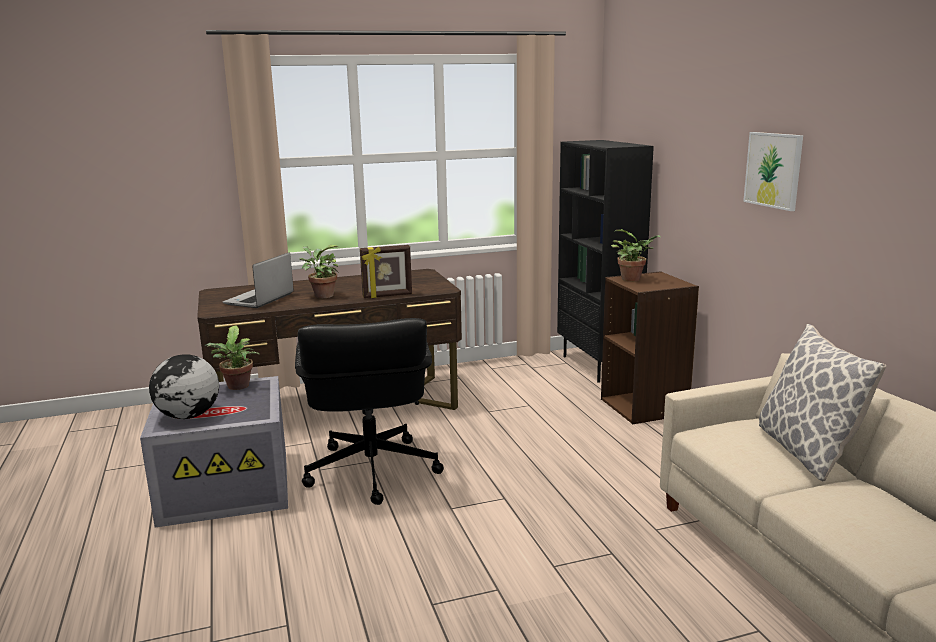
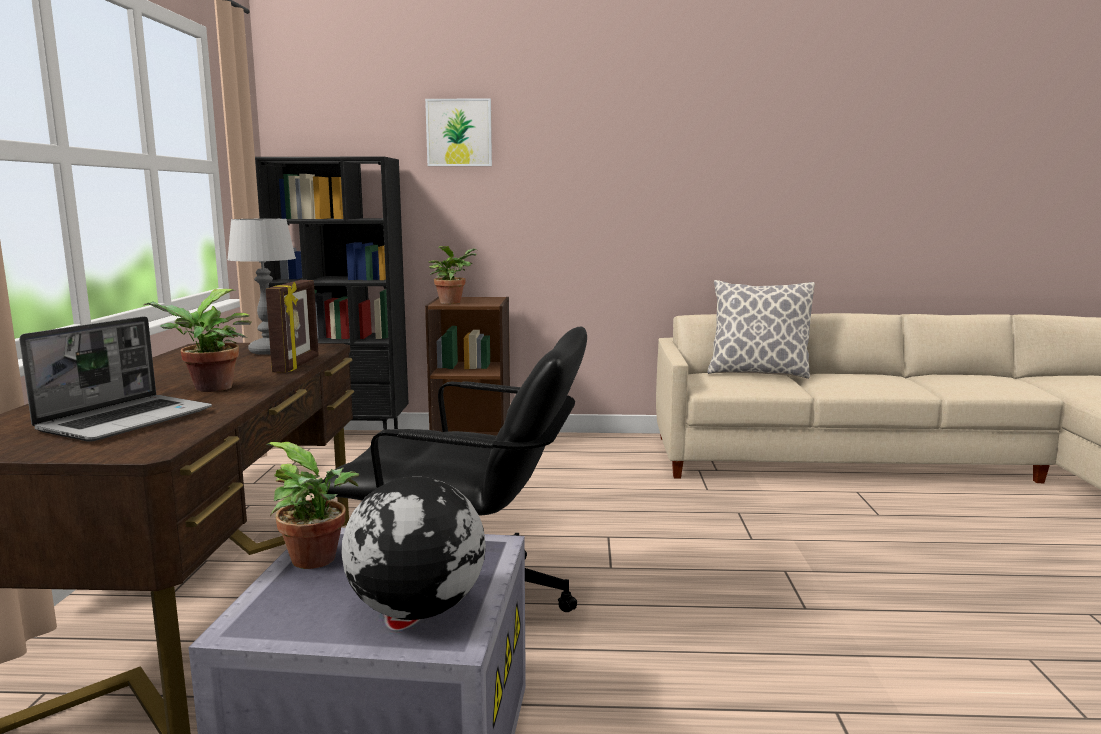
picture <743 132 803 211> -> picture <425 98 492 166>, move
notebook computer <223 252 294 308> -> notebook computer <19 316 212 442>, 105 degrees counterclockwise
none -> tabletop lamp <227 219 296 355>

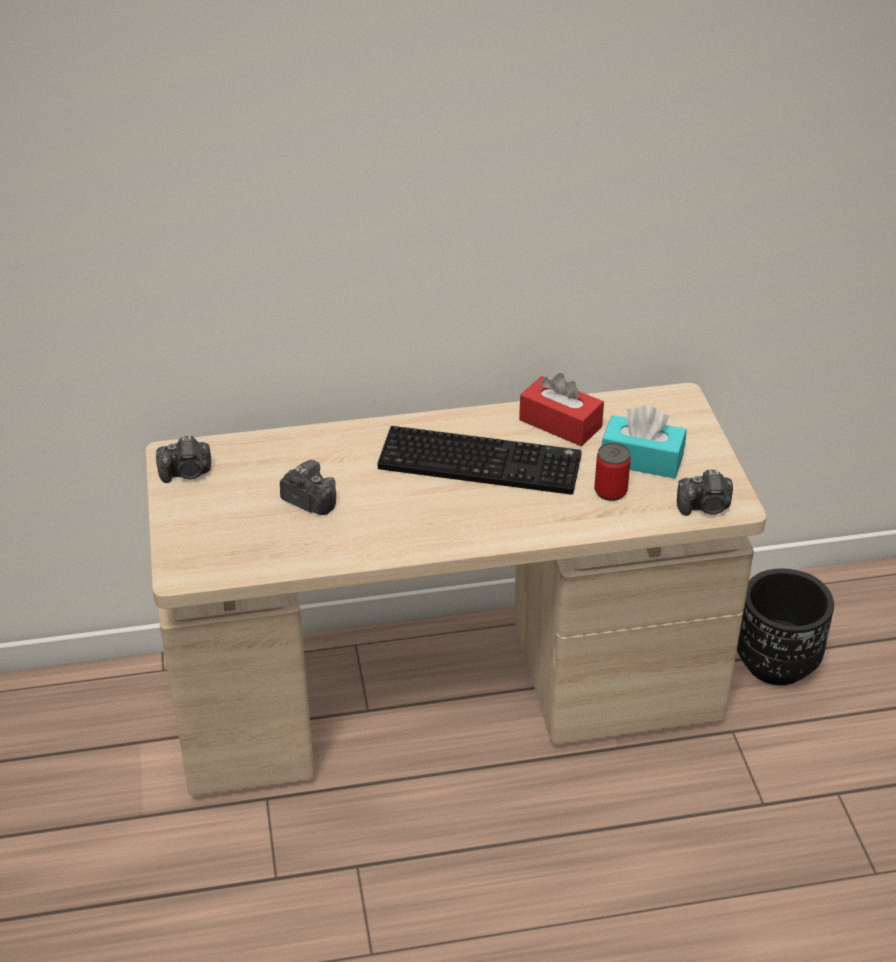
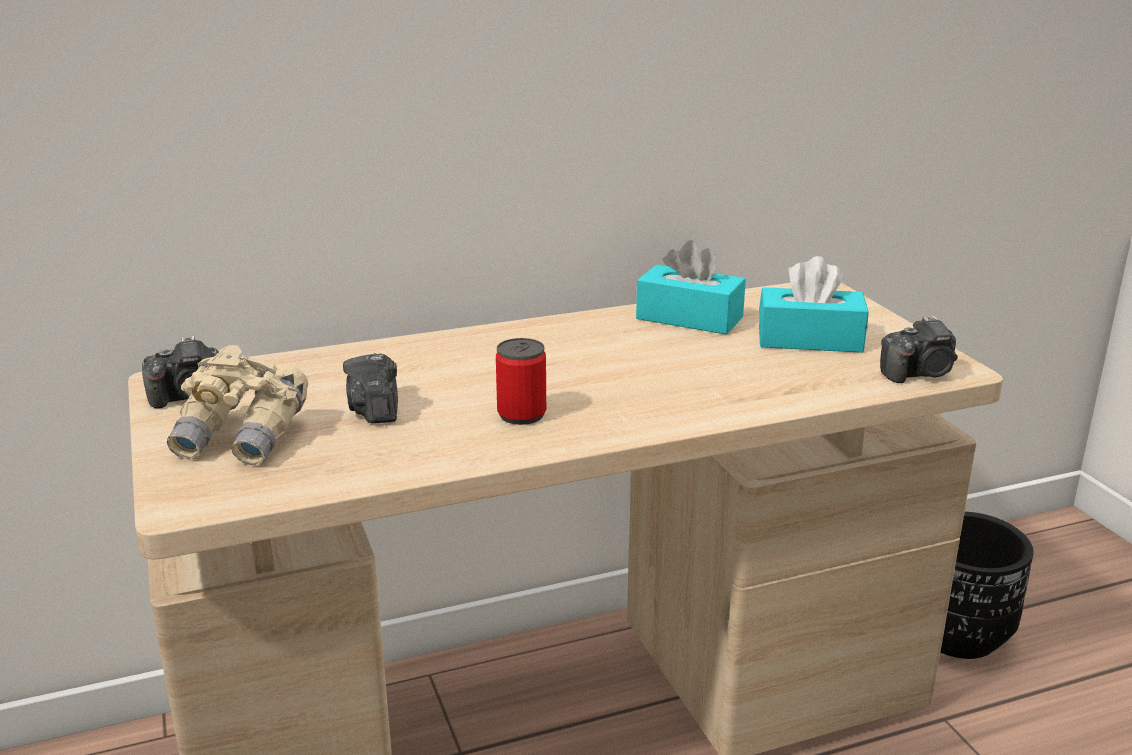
red-coloured tissue holder <519 373 604 446> -> blue-green tissue holder <636 240 746 335>
computer keyboard <377 426 582 495> -> none
sealed can <594 443 631 501> -> sealed can <496 338 546 425>, move
still camera <280 460 336 515> -> still camera <343 353 398 423>, 120 degrees counterclockwise
none -> sand-coloured pair of binoculars <167 345 308 465>

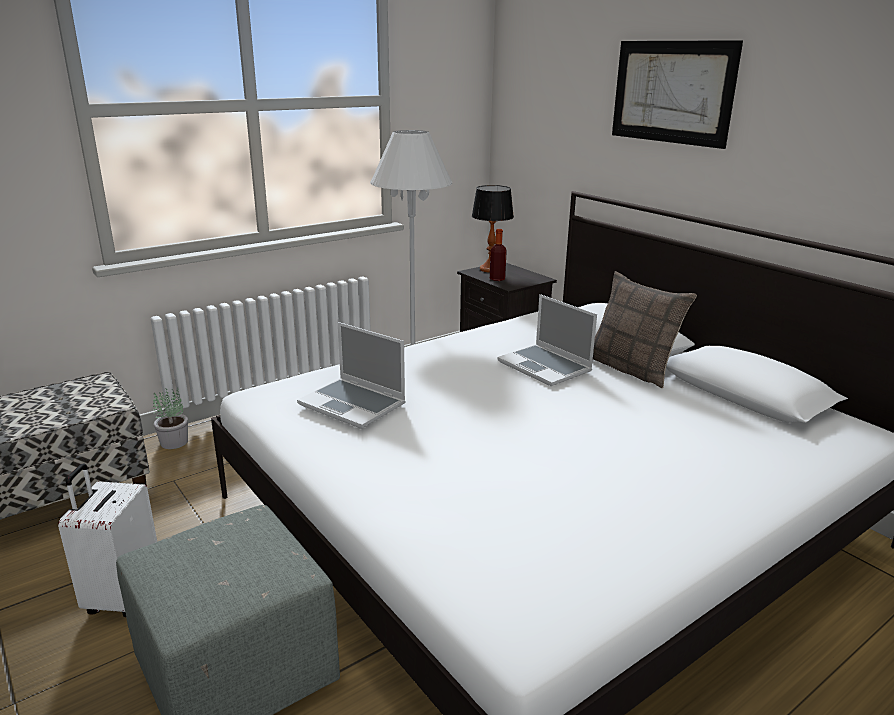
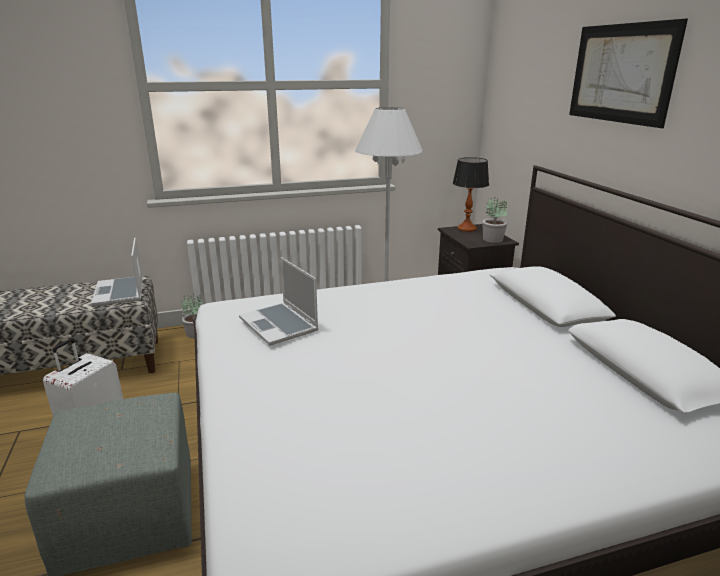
drink bottle <490 229 507 281> -> none
throw pillow <593 271 697 388> -> none
notebook computer <498 294 597 386> -> notebook computer <91 238 143 306>, move
none -> potted plant <482 198 507 243>

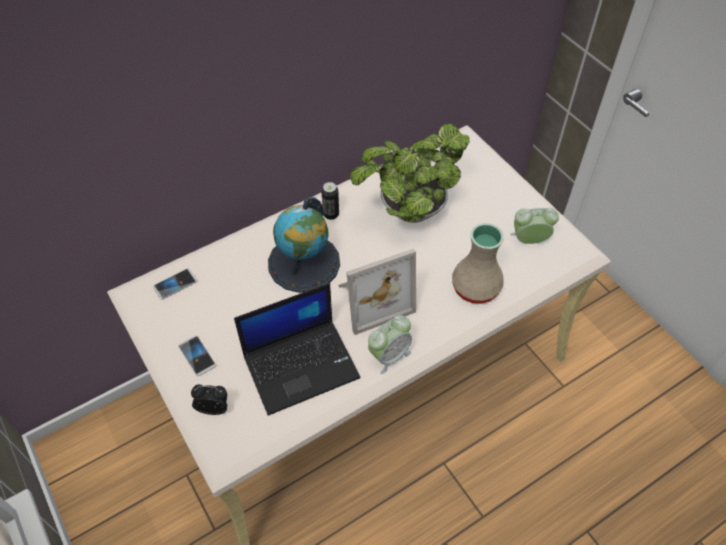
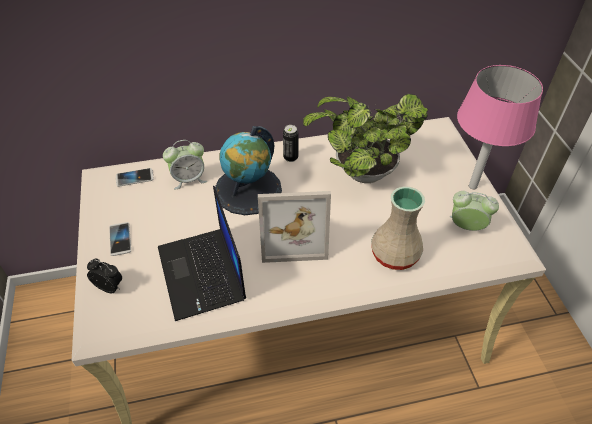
notebook computer <234 283 361 416> -> notebook computer <158 186 246 321>, 75 degrees clockwise
bedside clock <368 315 412 374> -> bedside clock <163 140 207 189>, move
none -> pink-coloured tabletop lamp <457 65 543 189>

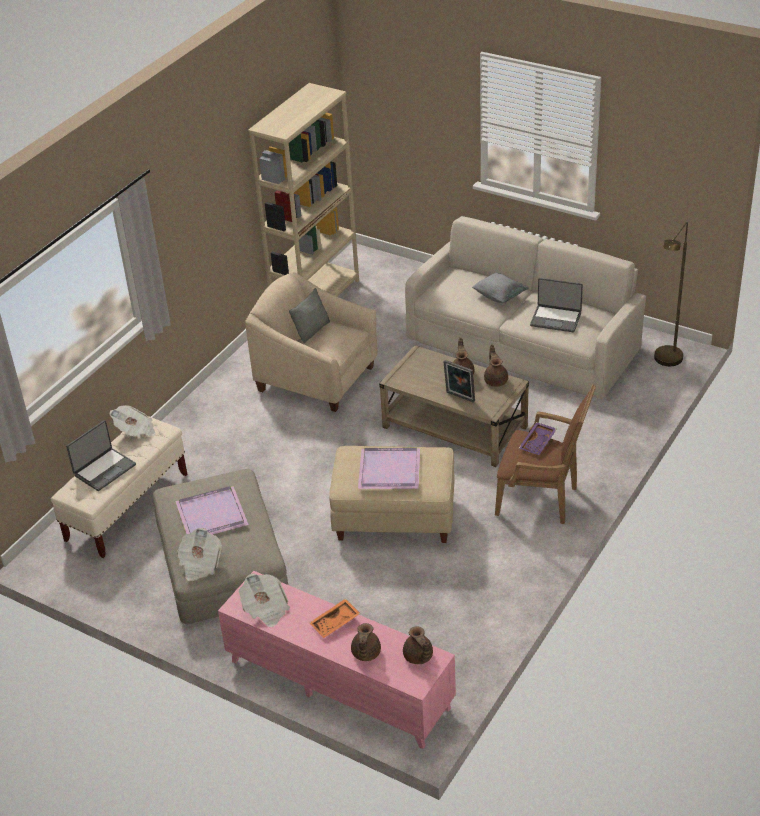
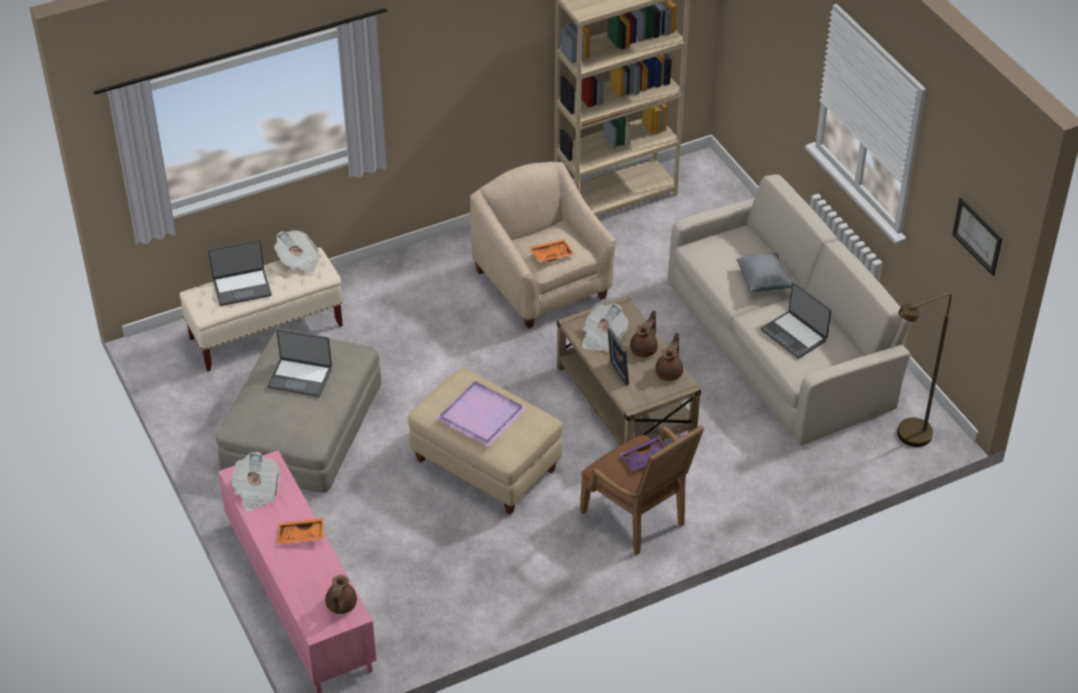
greyish throw pillow <289 288 330 343> -> none
purplish serving tray <175 486 249 535> -> notebook computer <267 329 332 397>
newspaper <177 528 222 581> -> newspaper <581 304 628 352>, move
brownish pot for tea <351 623 381 661> -> none
none -> picture <952 197 1003 276>
none -> orange serving tray <528 240 574 262>

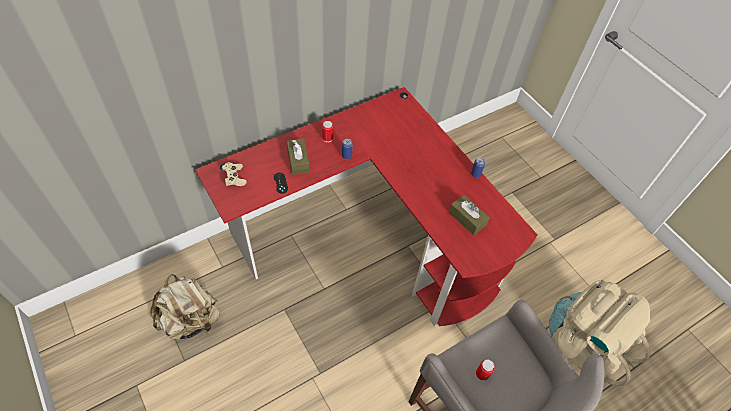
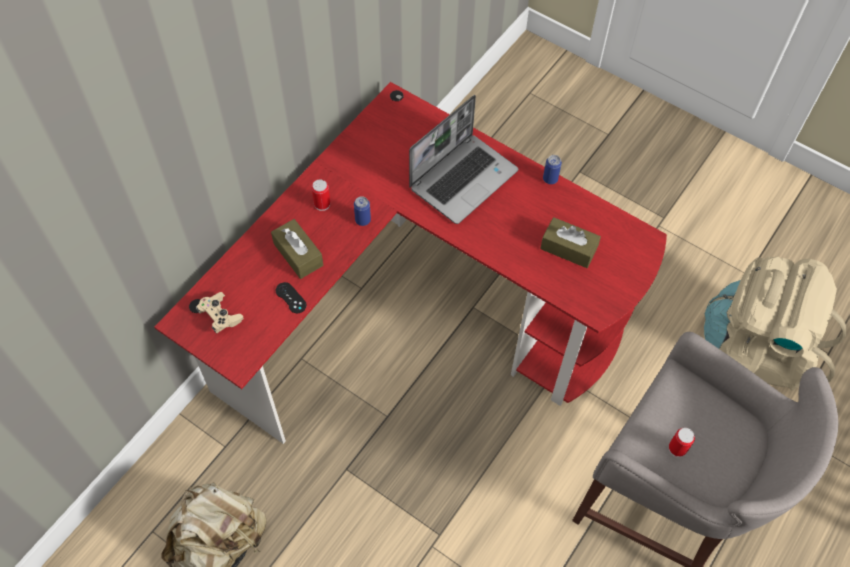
none -> notebook computer <409 95 518 224>

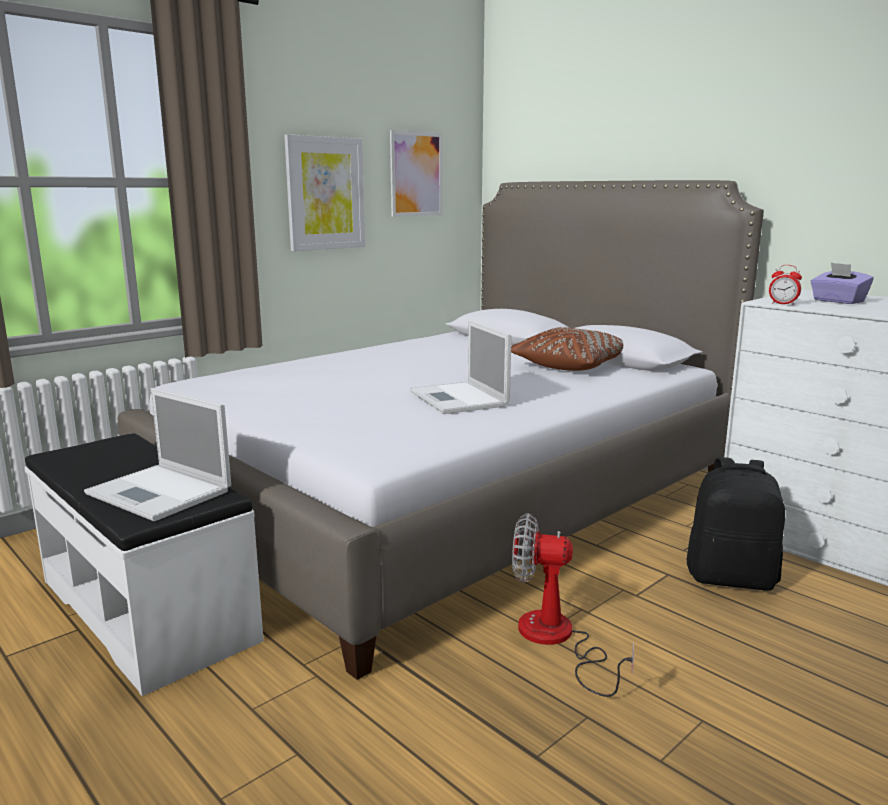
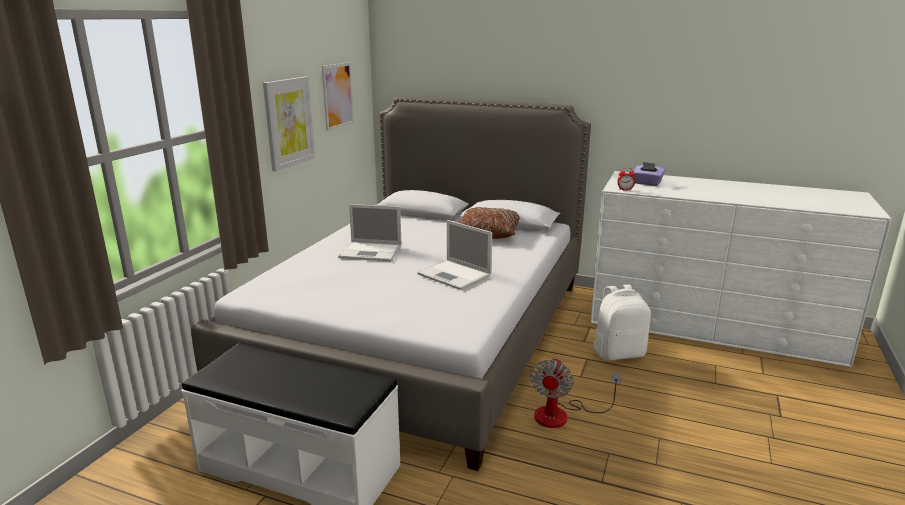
notebook computer <84 388 231 521> -> notebook computer <338 204 401 261>, move
black rucksack <687 457 785 591> -> whitish rucksack <593 284 651 360>
electric fan <512 513 634 697> -> electric fan <530 358 621 428>, 60 degrees counterclockwise

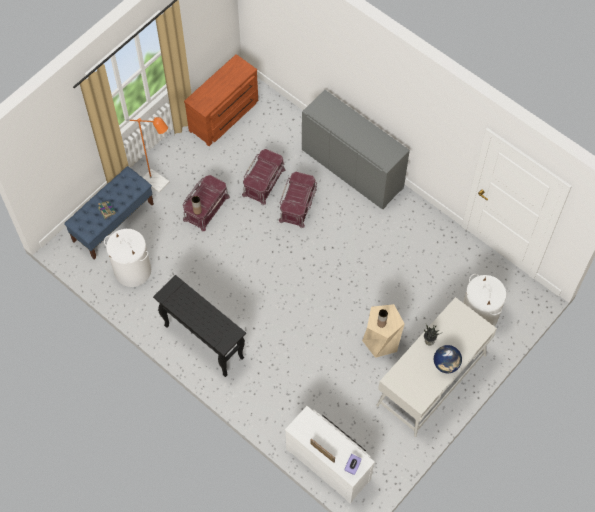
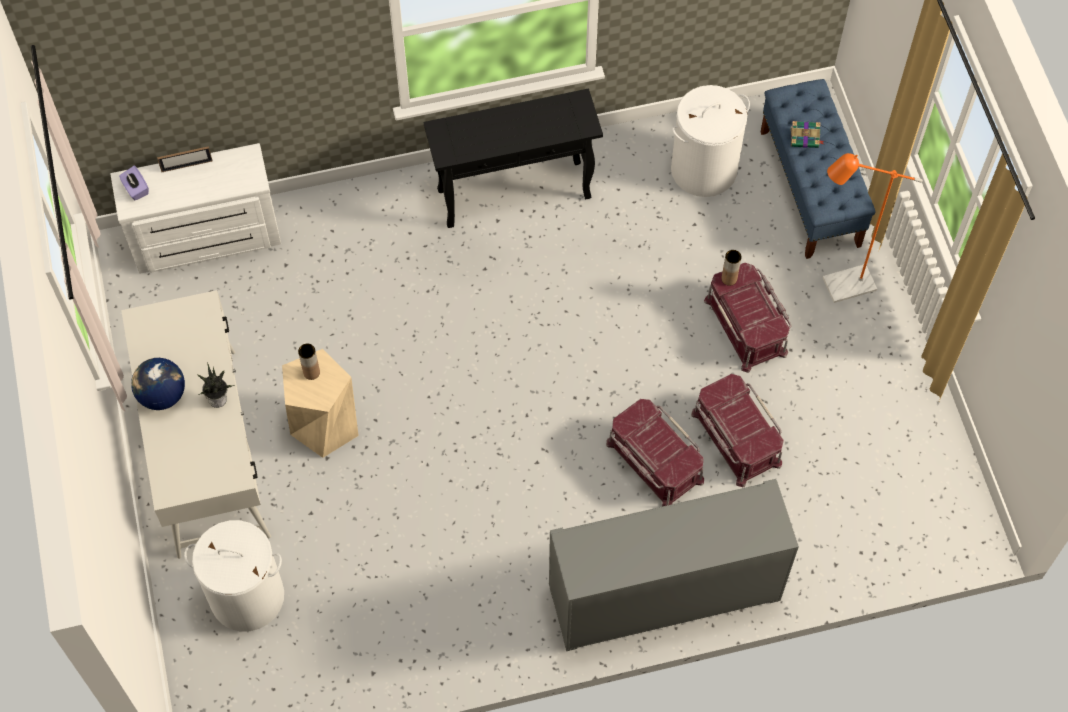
brownish drawer chest <184 54 258 146> -> none

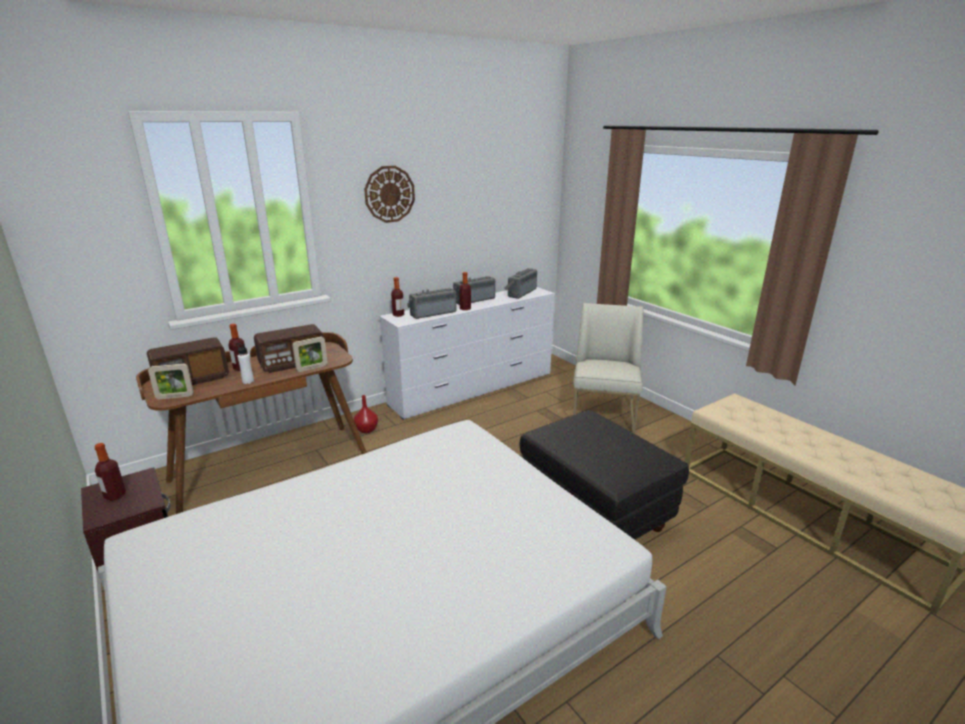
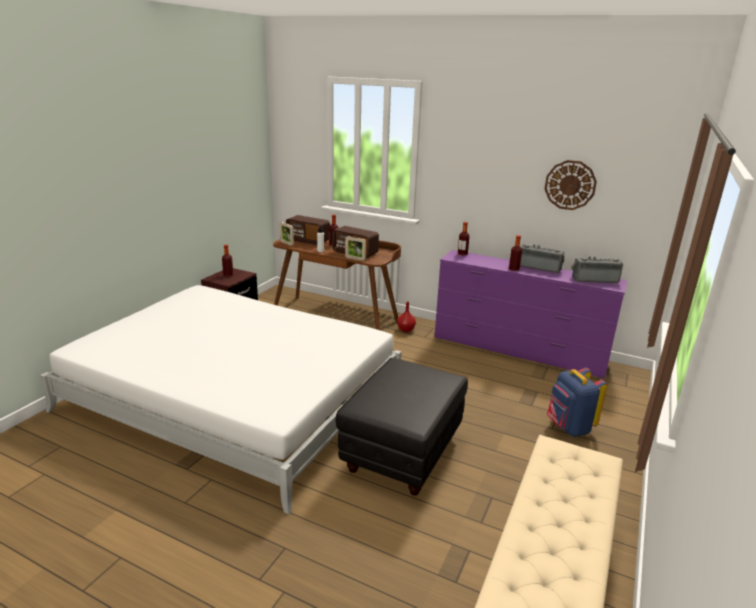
clock on the wall <364 166 415 223> -> clock on the wall <545 160 597 210>, move
whitish drawer chest <379 287 555 420> -> purplish drawer chest <434 250 628 379>
radio <407 288 457 319> -> none
whitish chair <573 303 644 434> -> blue rucksack <547 367 607 437>

